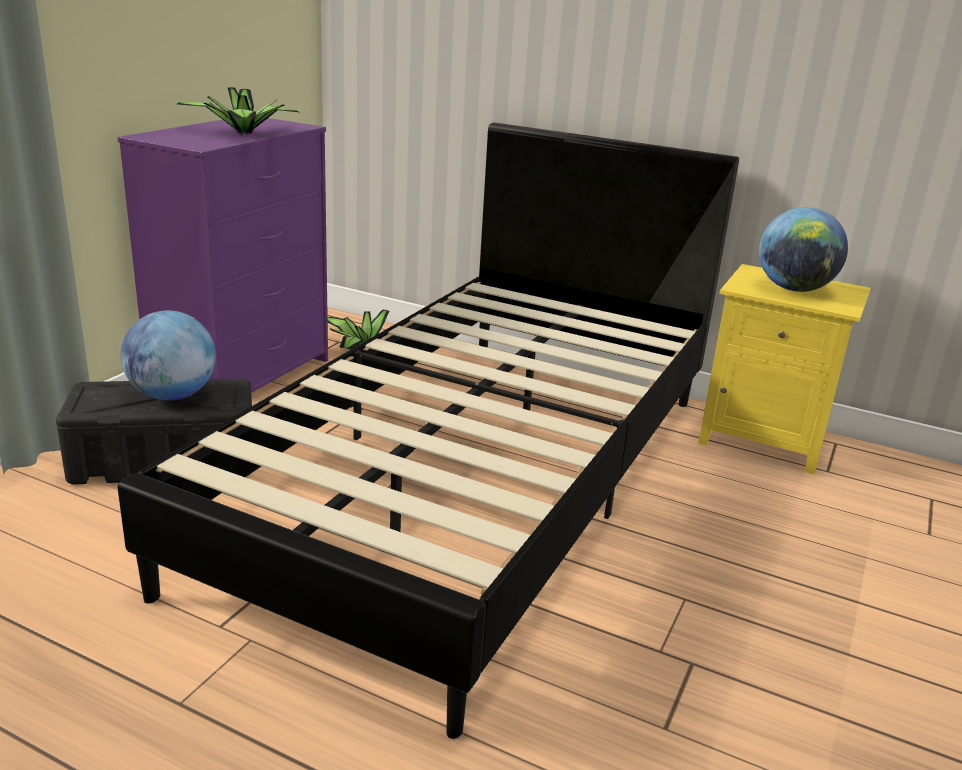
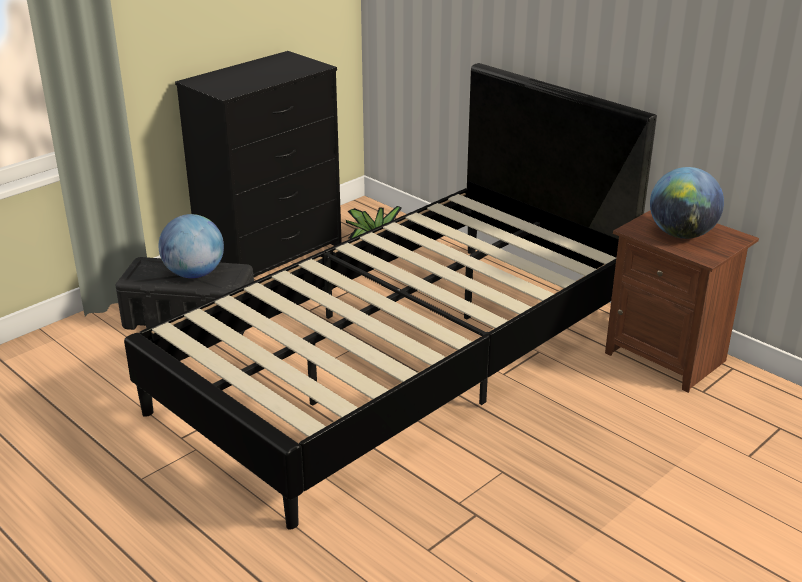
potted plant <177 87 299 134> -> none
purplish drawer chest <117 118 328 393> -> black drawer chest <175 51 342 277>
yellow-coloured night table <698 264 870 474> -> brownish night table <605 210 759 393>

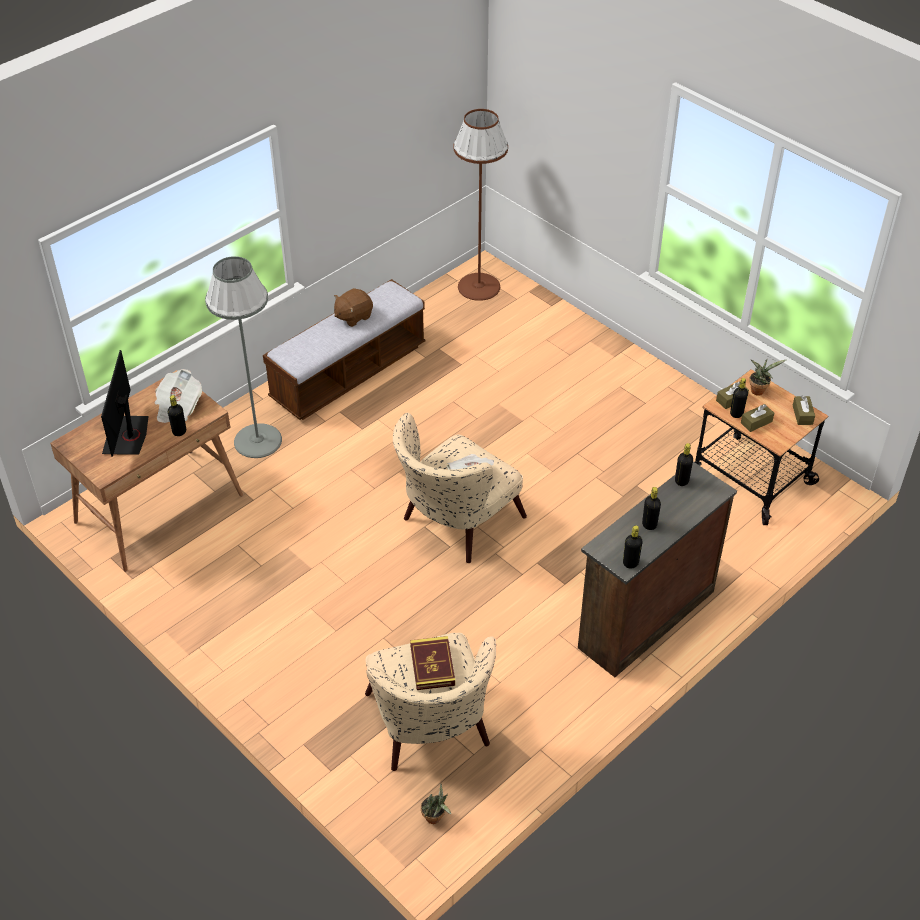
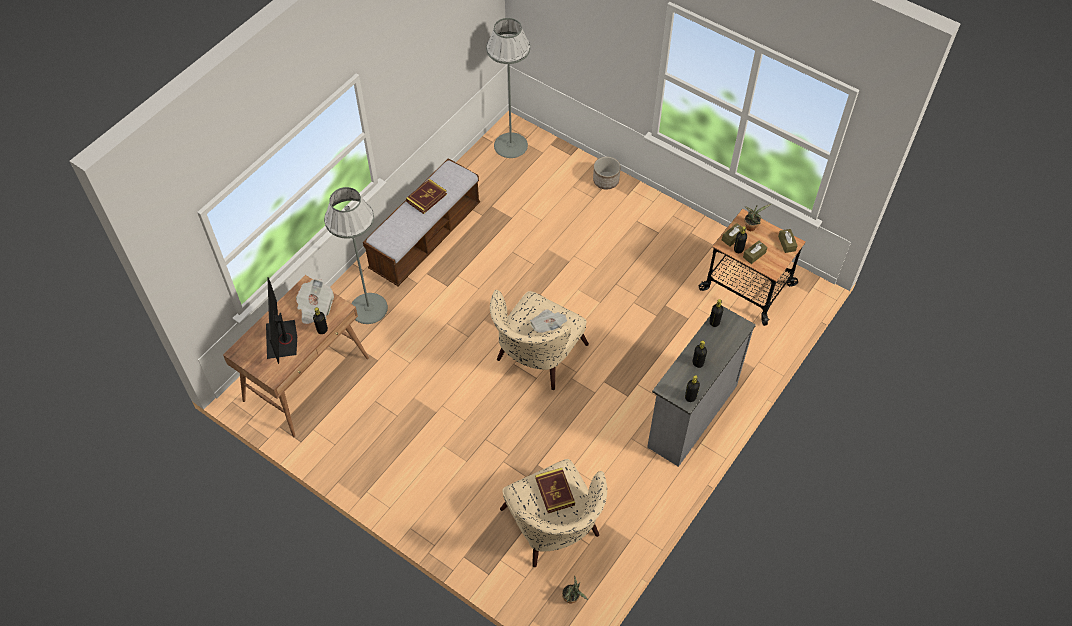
brownish floor lamp <453 109 508 301> -> greyish floor lamp <486 18 530 158>
brownish plush toy <334 288 373 327> -> book <406 179 447 214>
brownish drawer chest <578 462 737 677> -> greyish drawer chest <647 306 756 467>
none -> flower pot <593 157 621 189>

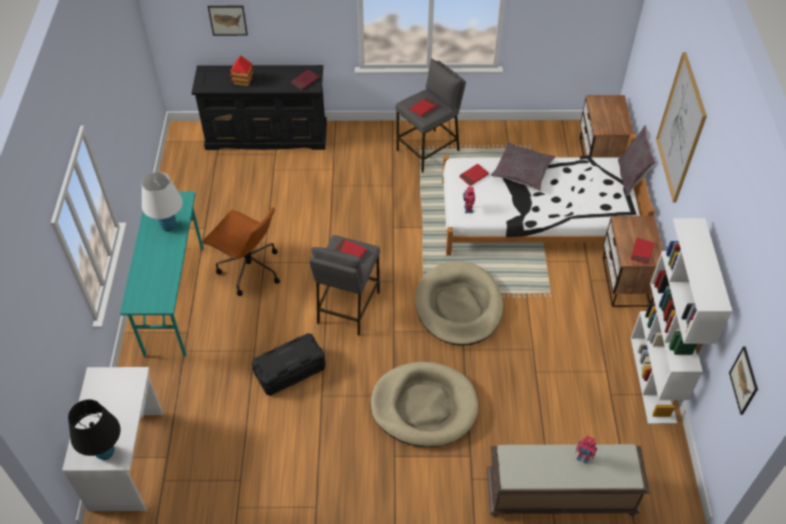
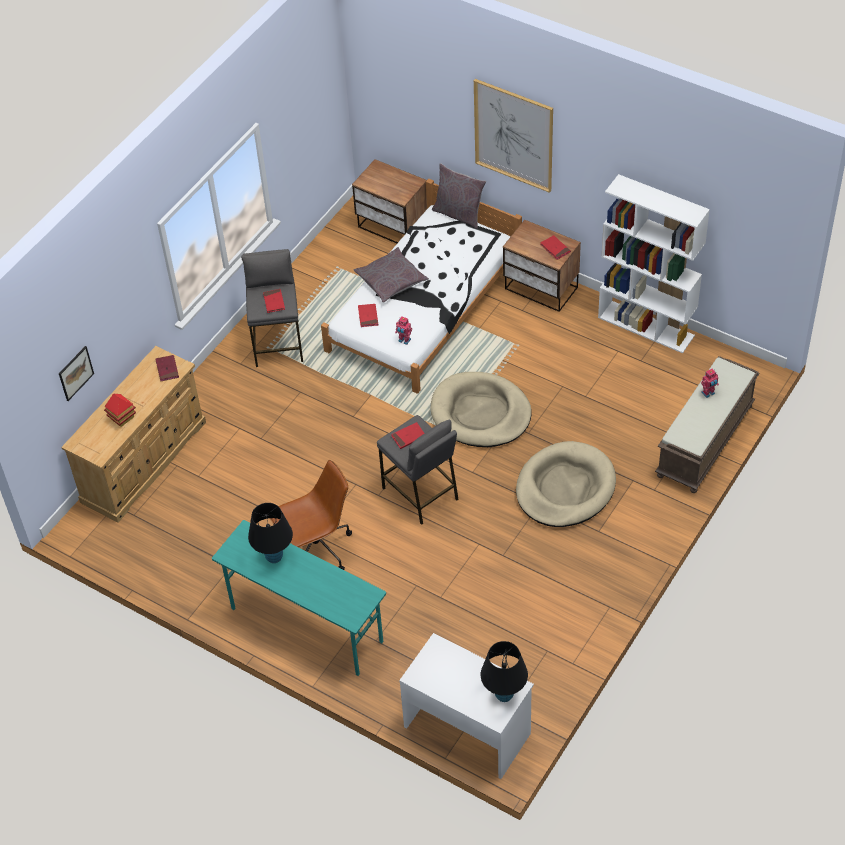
black drawer chest <192 65 327 150> -> sand-coloured drawer chest <61 346 206 523>
whitish tabletop lamp <142 172 183 232> -> black tabletop lamp <248 503 293 563>
black storage container <252 333 326 396> -> none
picture <729 346 758 415> -> none

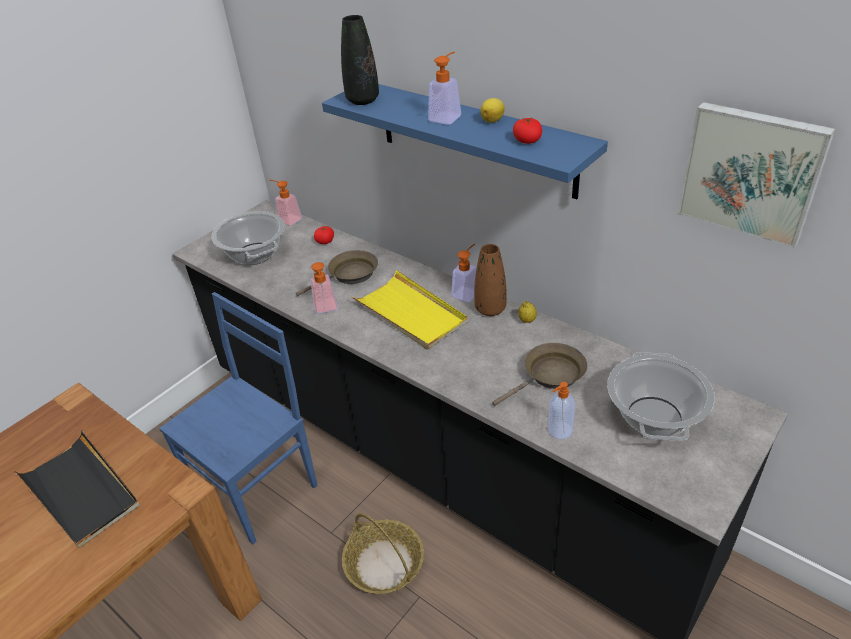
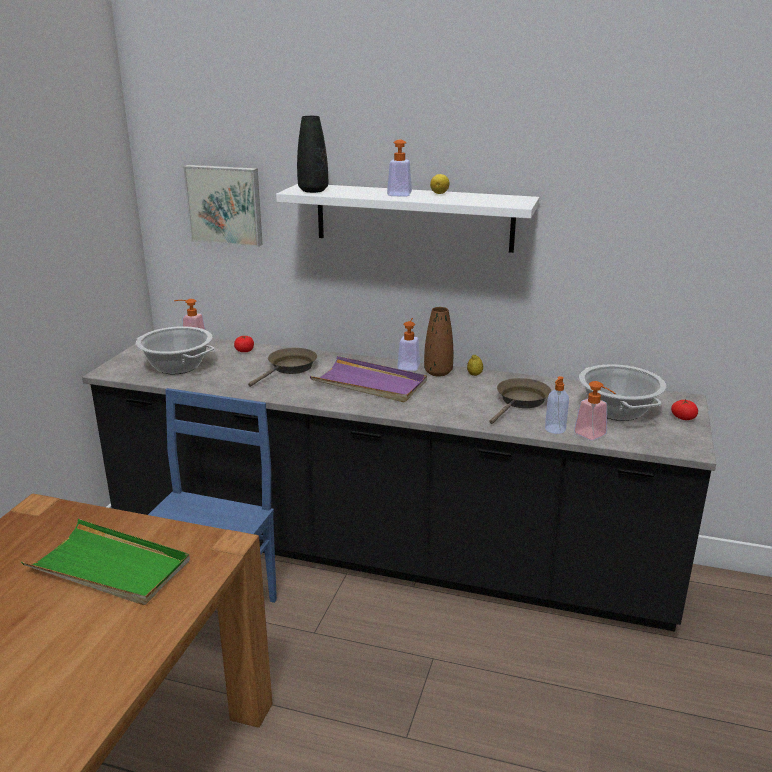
blue shelf <322 84 608 199> -> whitish shelf <276 184 539 253>
picture <677 102 836 248> -> picture <183 165 263 247>, move
tomato <513 118 542 144> -> tomato <671 399 698 420>, move
liquid soap bottle <311 262 338 314> -> liquid soap bottle <574 381 616 440>, move
yellow-coloured serving tray <351 270 468 350> -> purplish serving tray <310 356 427 402>
black serving tray <15 431 140 548> -> green-coloured serving tray <21 519 190 605>
storage basket <342 513 424 594> -> none

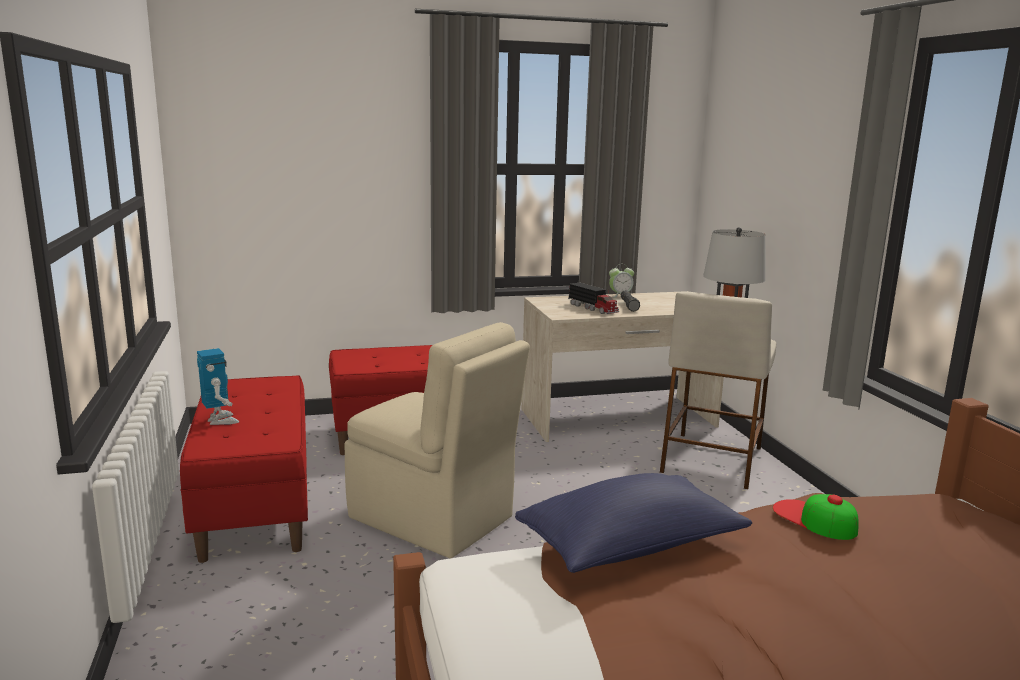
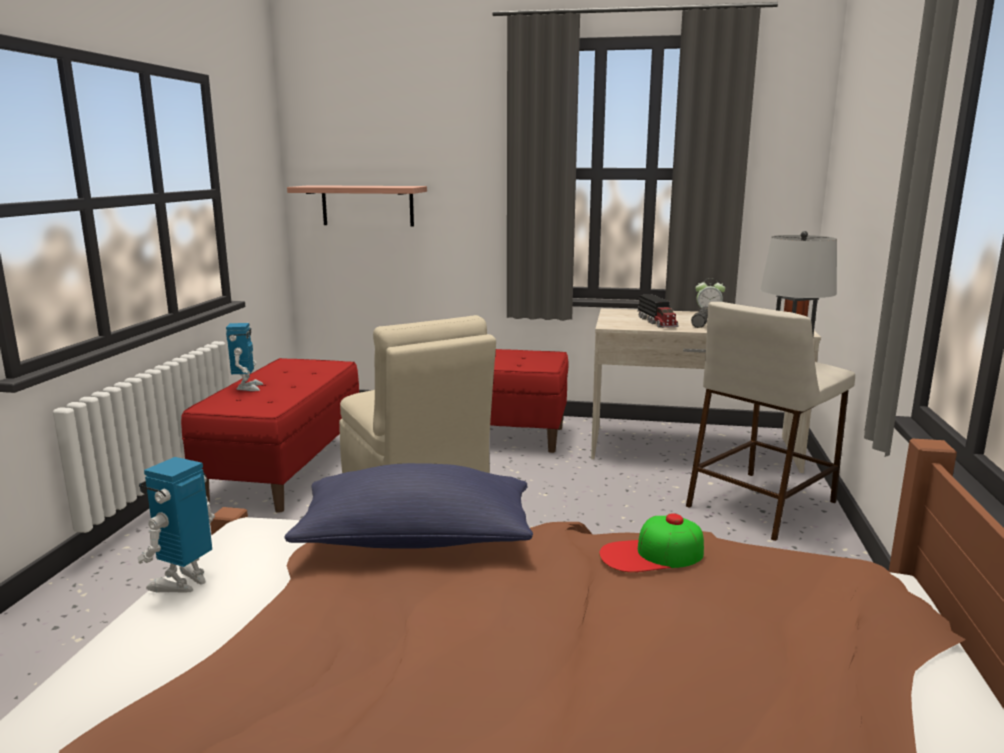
cap <773 494 859 540> -> cap <599 514 704 572>, 90 degrees counterclockwise
none -> shelf <287 185 427 226>
none -> model robot <137 457 215 593>

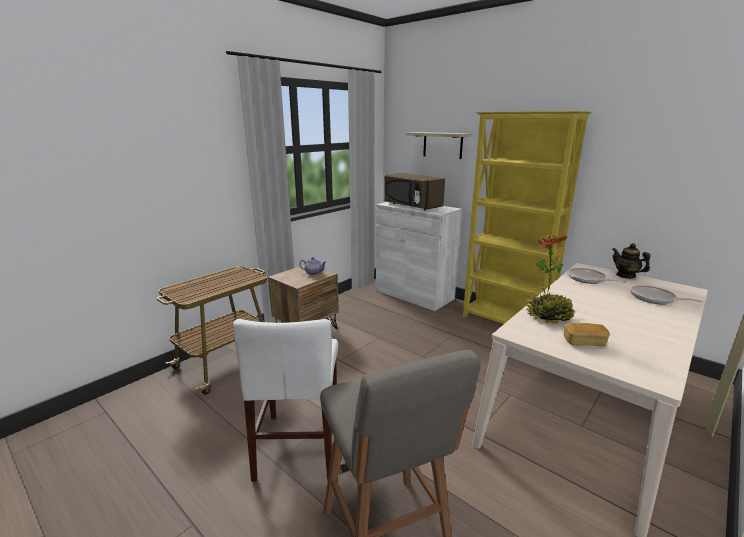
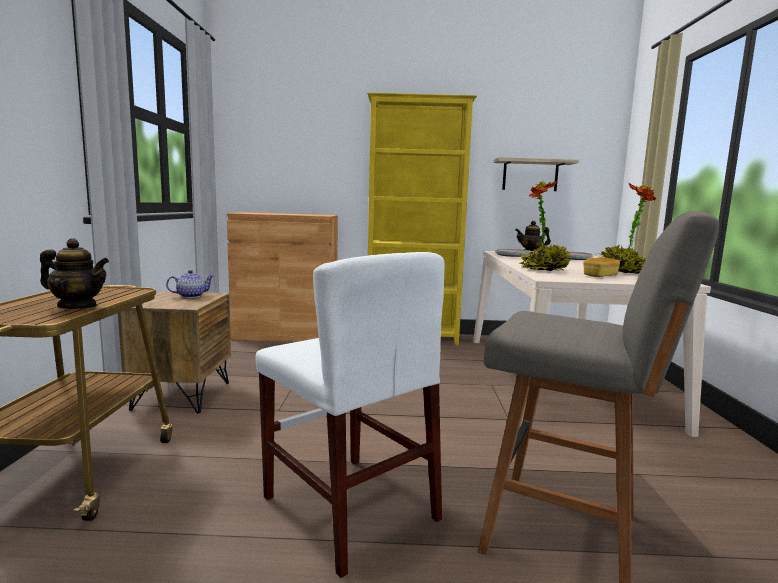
shelf <406 132 472 159> -> shelf <493 157 579 191>, move
brownish kitchen microwave <384 173 445 210> -> none
whitish storage cabinet <376 202 462 311> -> brownish storage cabinet <227 212 338 342>
none -> potted plant <600 183 656 274>
none -> pot for tea <40 238 109 309>

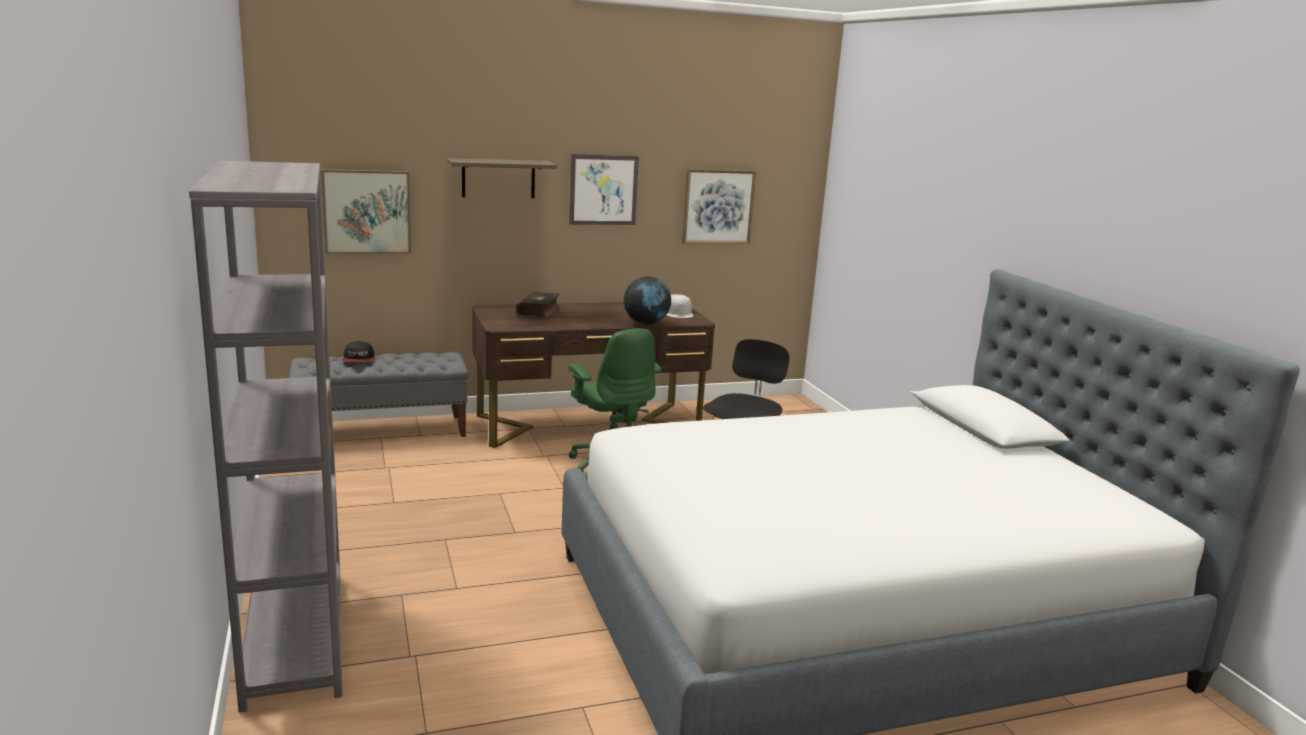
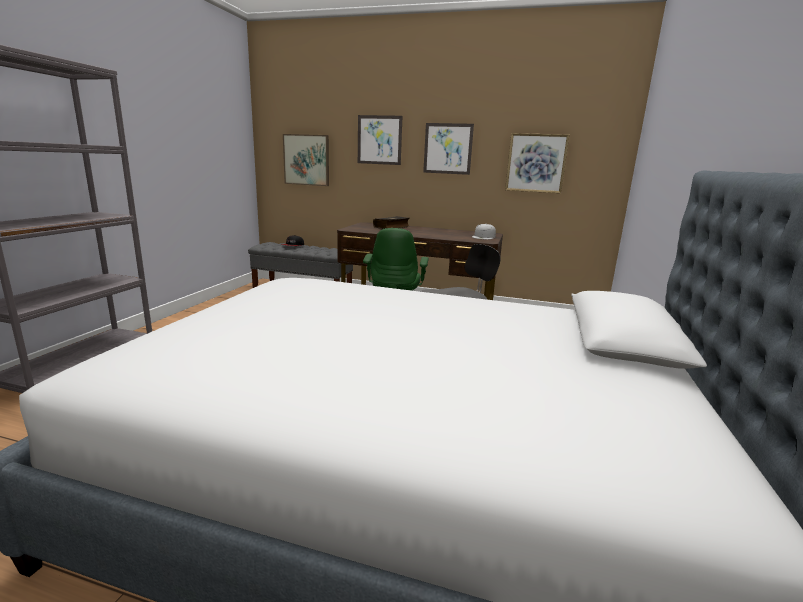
shelf <447 158 557 198> -> picture <358 115 403 165>
world globe <624 276 671 325> -> none

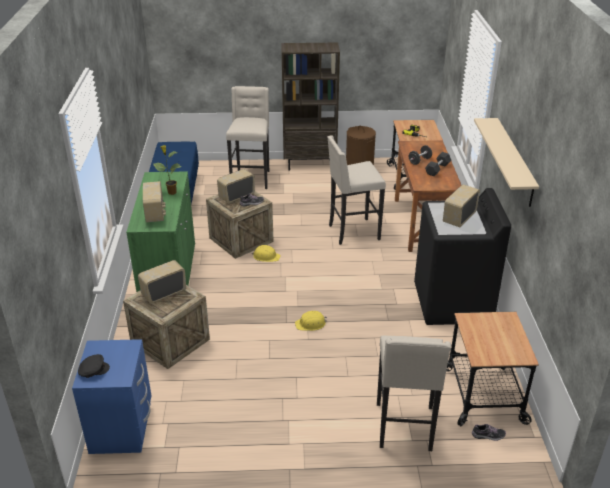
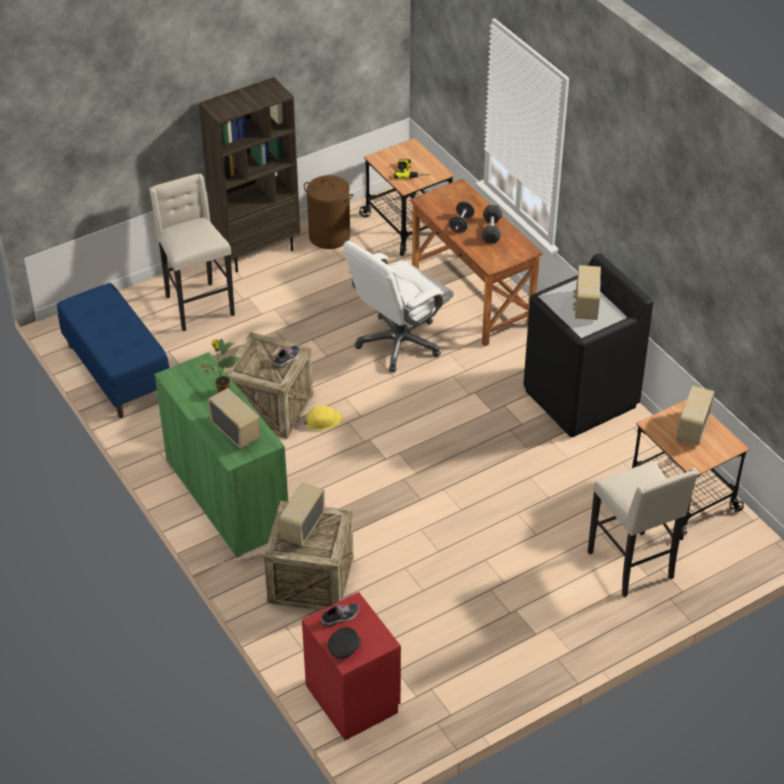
sand-coloured shelf <474 118 539 207> -> none
sand-coloured stool <328 135 386 245> -> whitish desk chair <343 241 454 372>
radio <217 169 255 203> -> radio <677 385 715 445>, move
yellow-coloured work helmet <295 311 327 331> -> none
blue night table <72 339 151 454> -> red-coloured night table <302 592 401 741>
item of footwear <472 424 506 441> -> item of footwear <321 604 359 627>, move

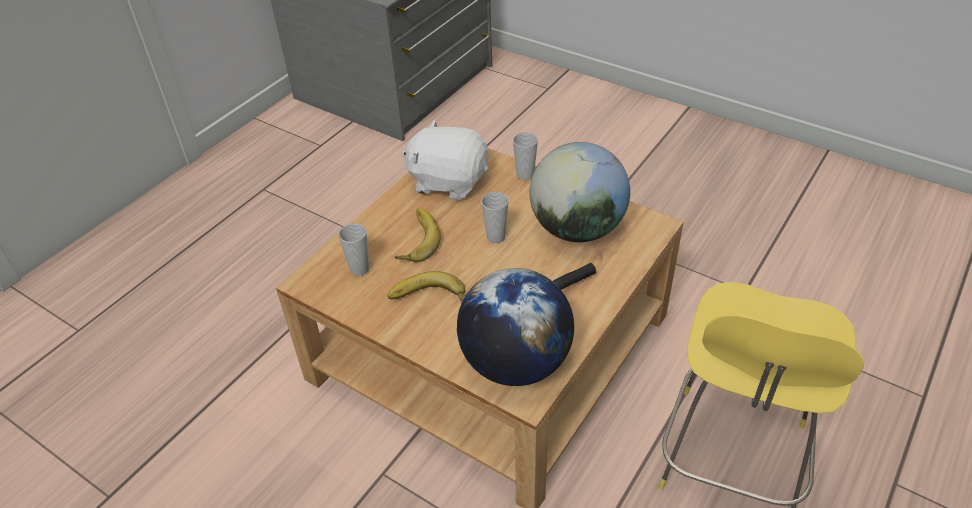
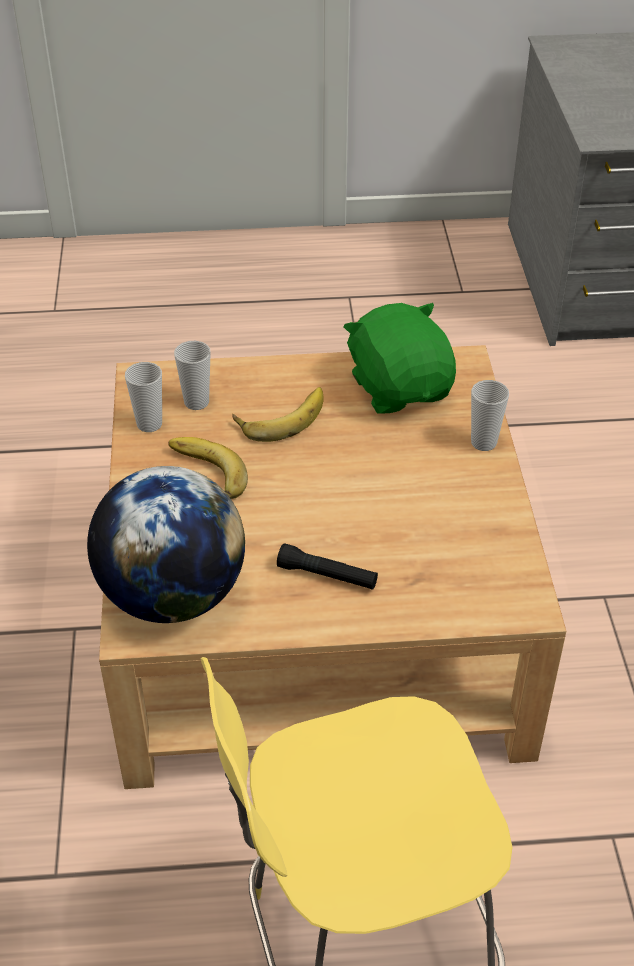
whitish plush toy <402 120 488 201> -> green-coloured plush toy <344 303 456 414>
world globe <529 142 630 242> -> none
cup <481 192 508 243> -> cup <125 362 162 432>, move

